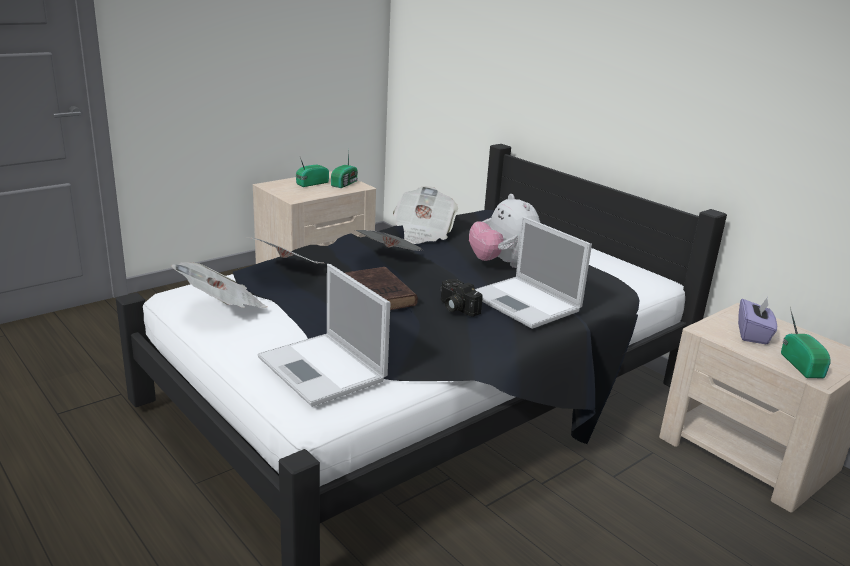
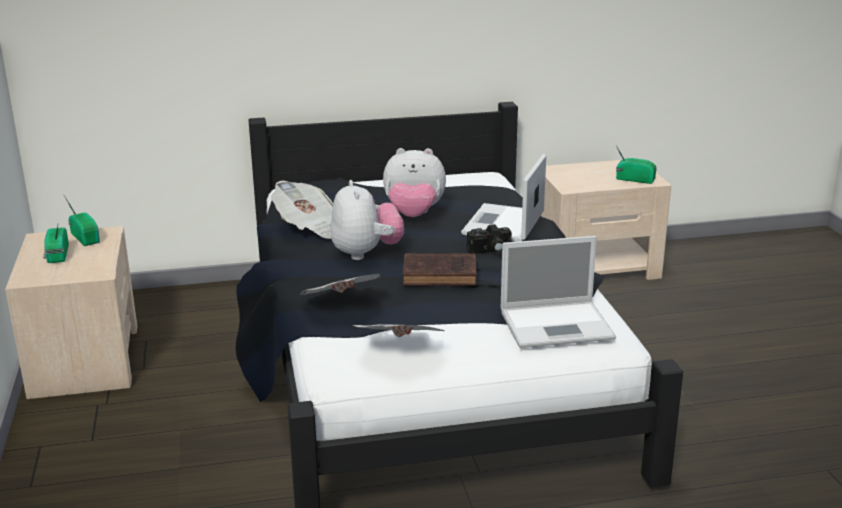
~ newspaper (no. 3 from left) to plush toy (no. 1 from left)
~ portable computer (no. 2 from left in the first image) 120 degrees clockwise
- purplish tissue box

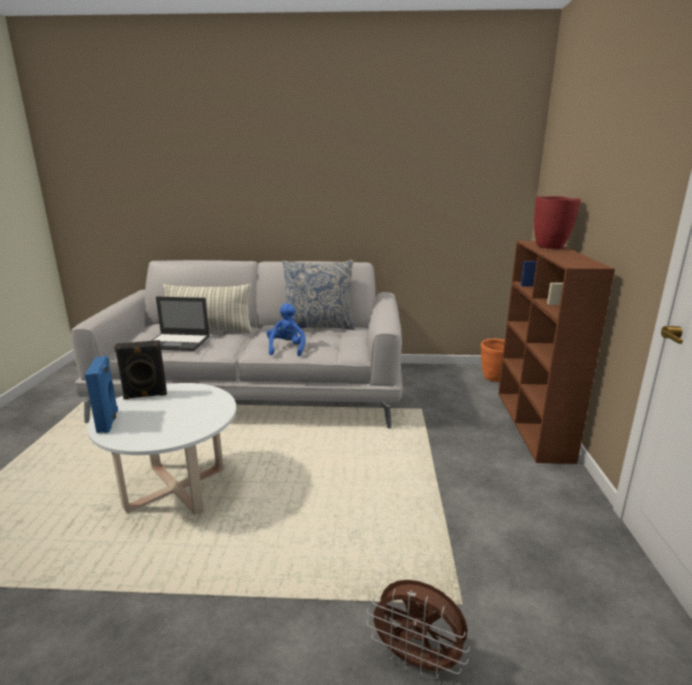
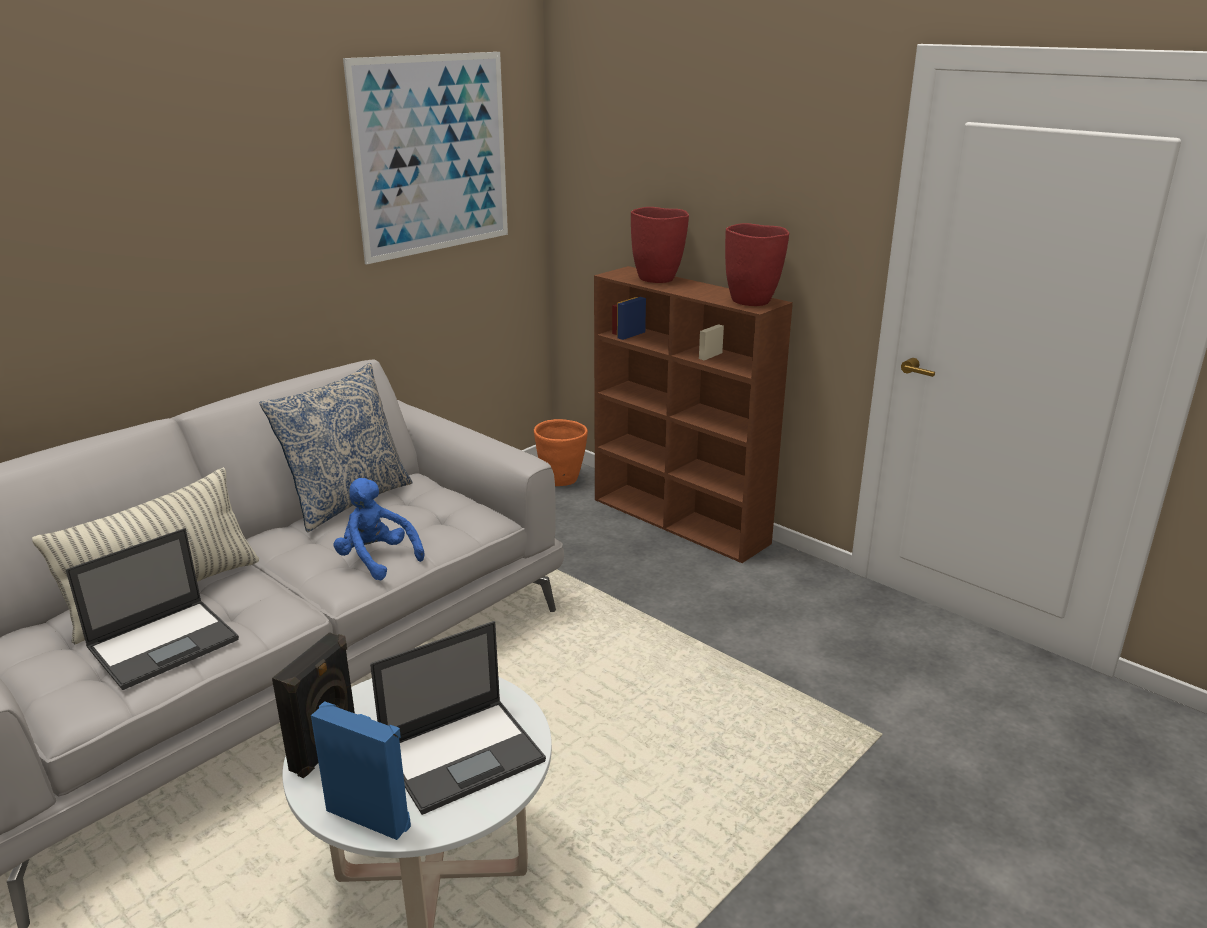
- brown cooling fan
+ wall picture
+ portable computer (no. 2 from left)
+ red vase (no. 2 from left)

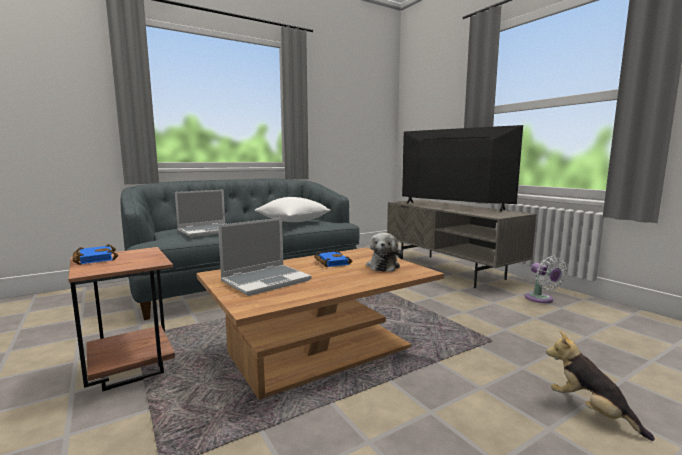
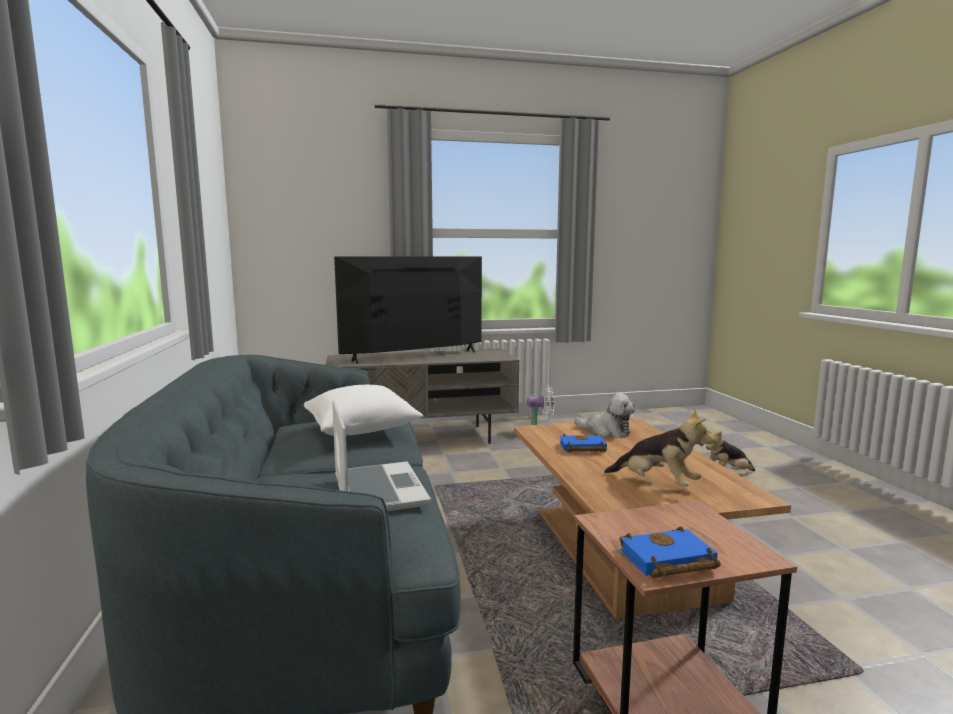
~ portable computer (no. 2 from left) to plush toy (no. 2 from left)

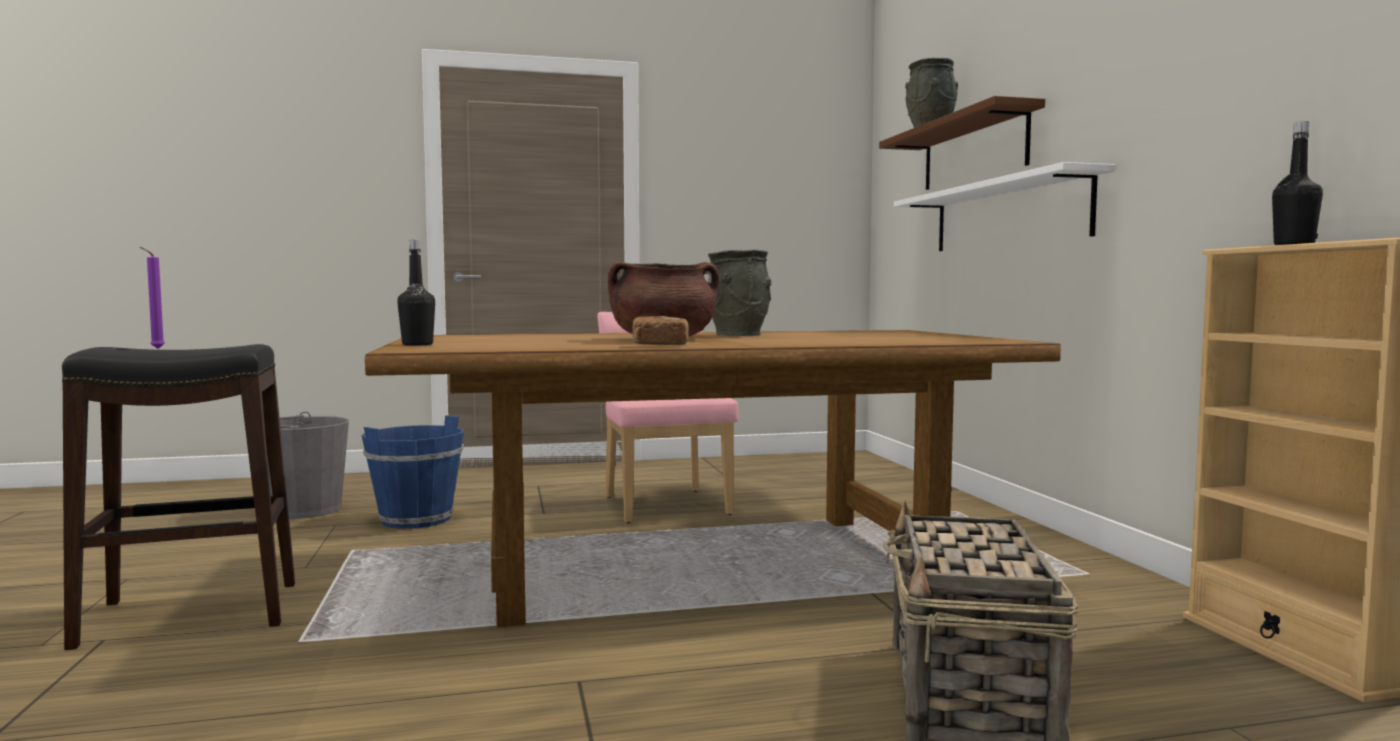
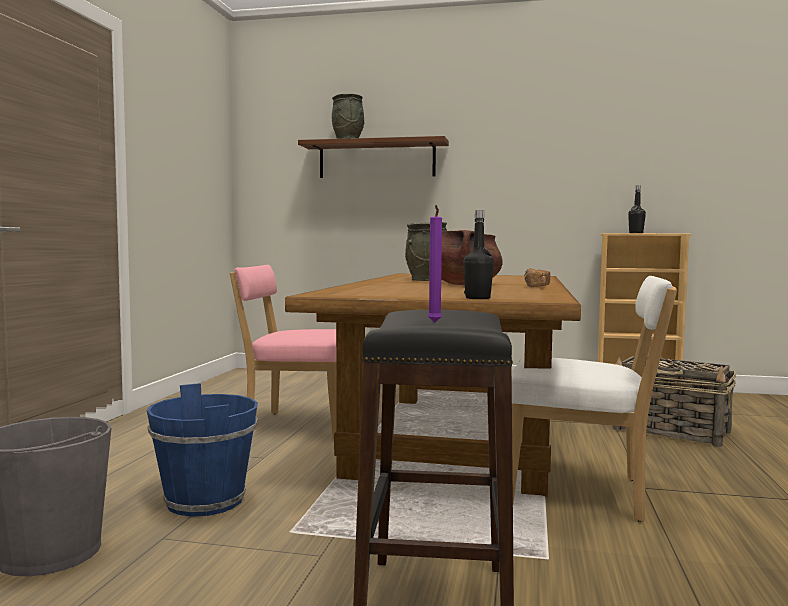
- whitish bracket shelf
+ whitish plain chair

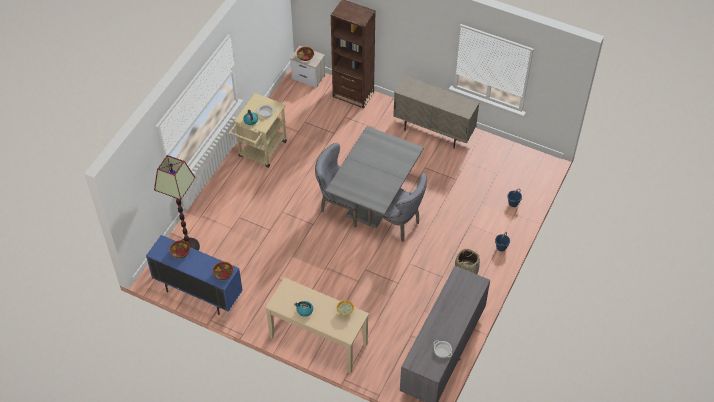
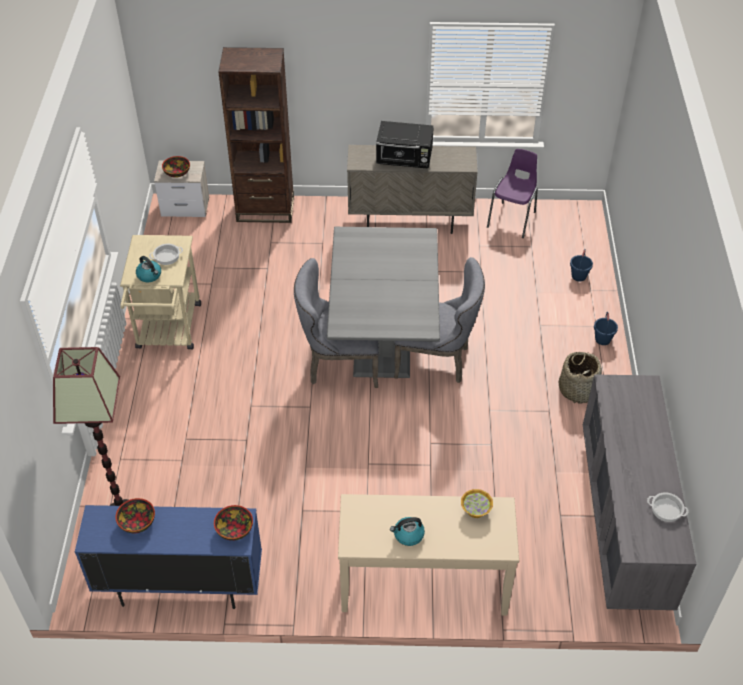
+ black-coloured kitchen microwave
+ purplish plain chair

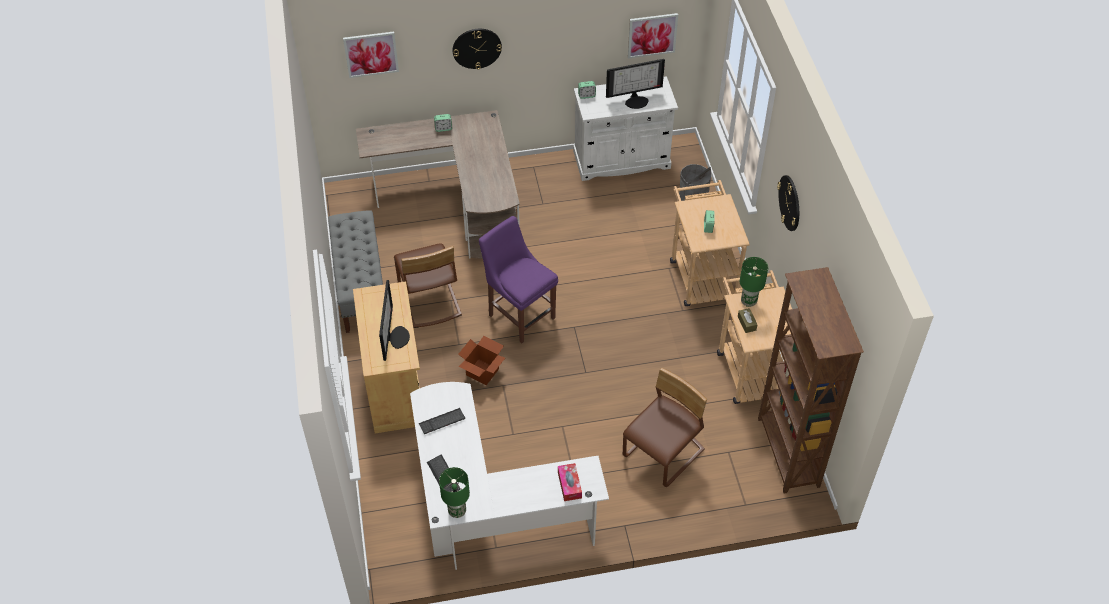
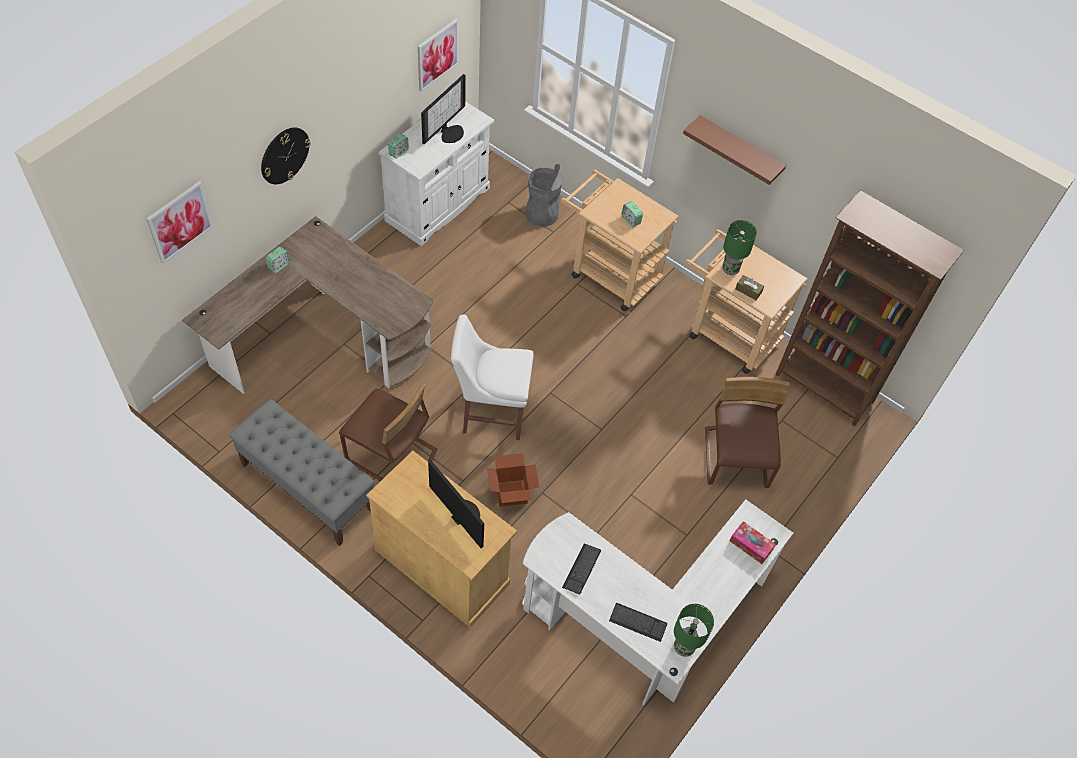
~ purplish plain chair to whitish plain chair
~ clock on the wall (no. 2 from left) to brown bracket shelf

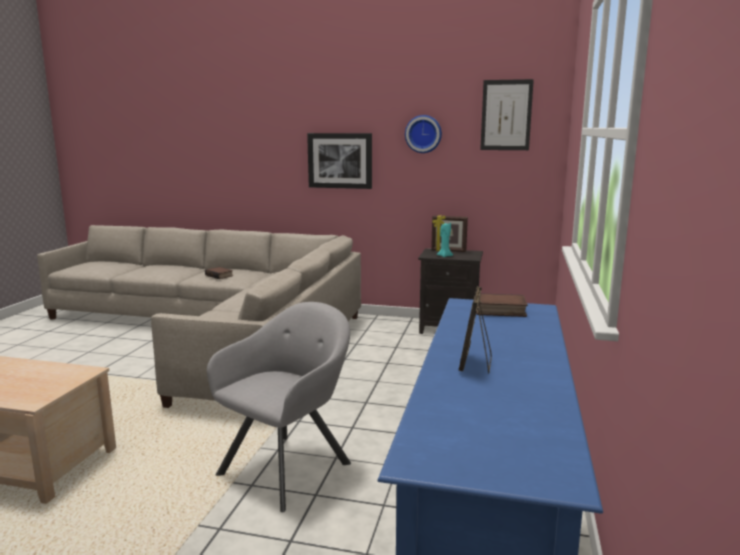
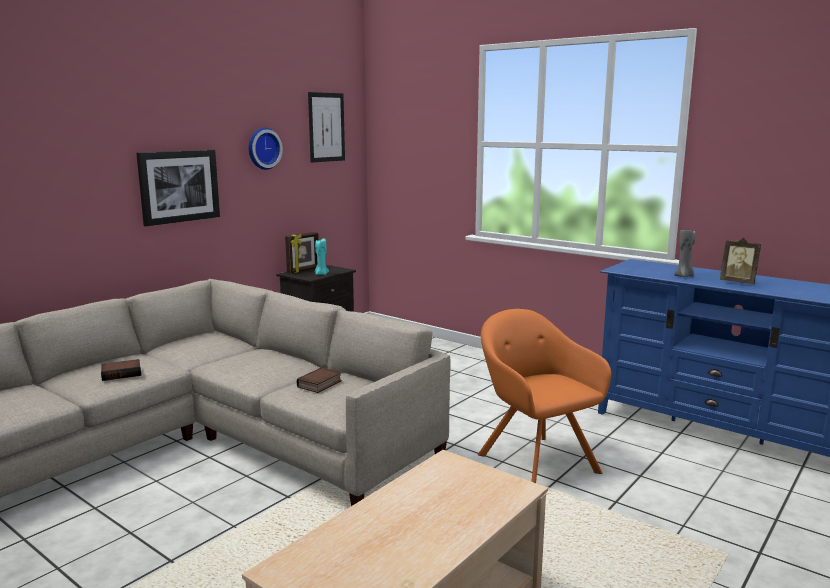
~ grey easy chair to orange-coloured easy chair
~ bound book (no. 2 from left)
+ grey wax candle

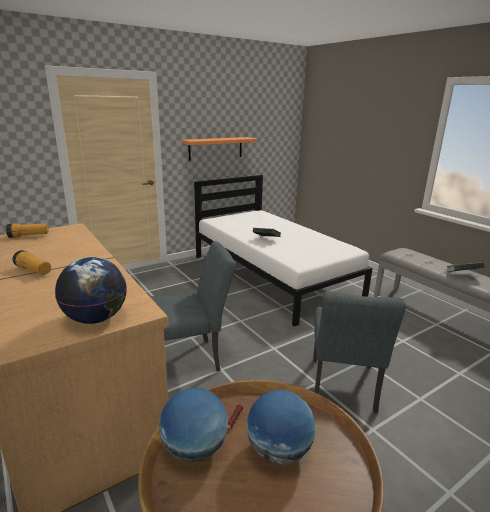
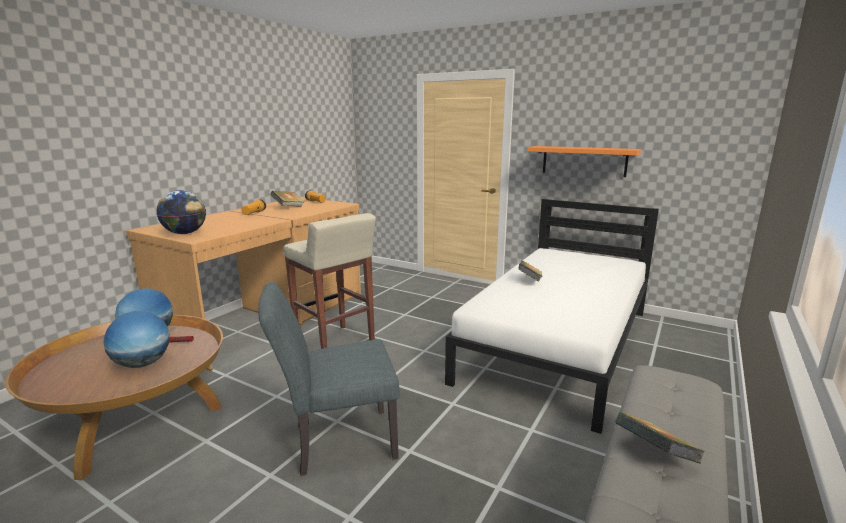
~ grey plain chair (no. 1 from left) to beige stool
+ bound book (no. 1 from left)

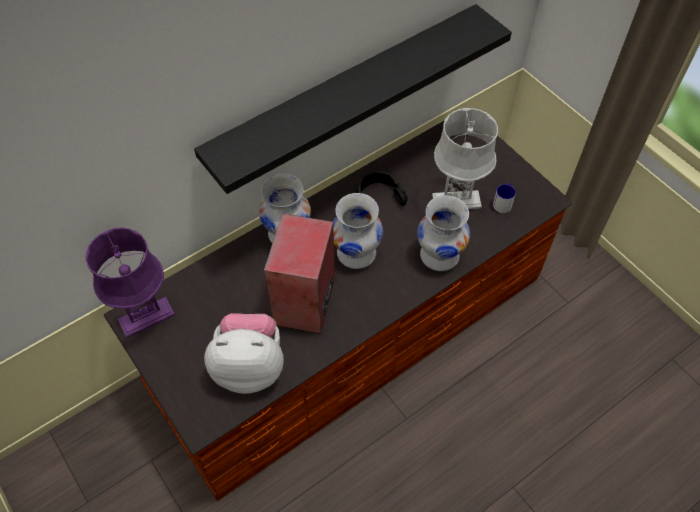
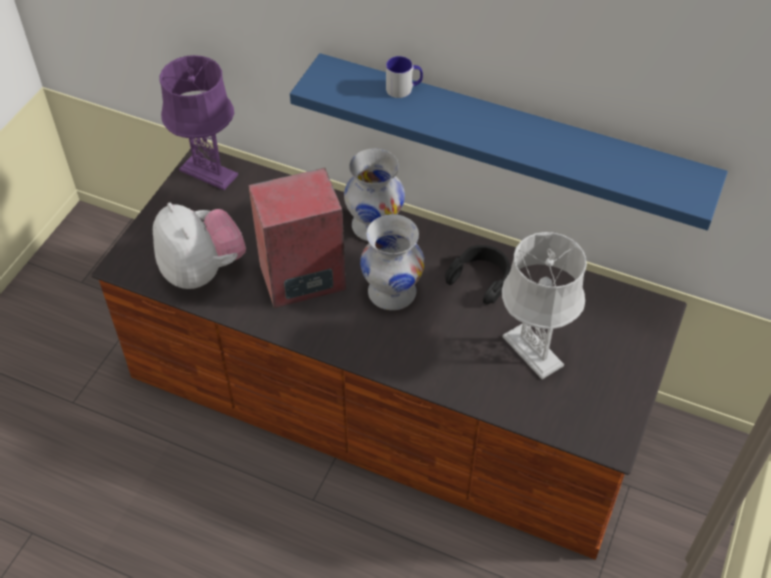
~ black-coloured bracket shelf to blue bracket shelf
- whitish vase (no. 3 from left)
~ mug

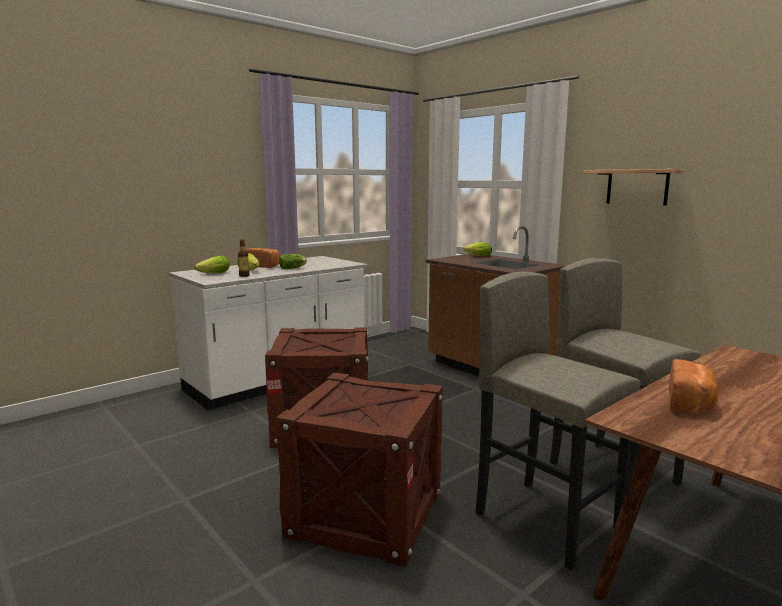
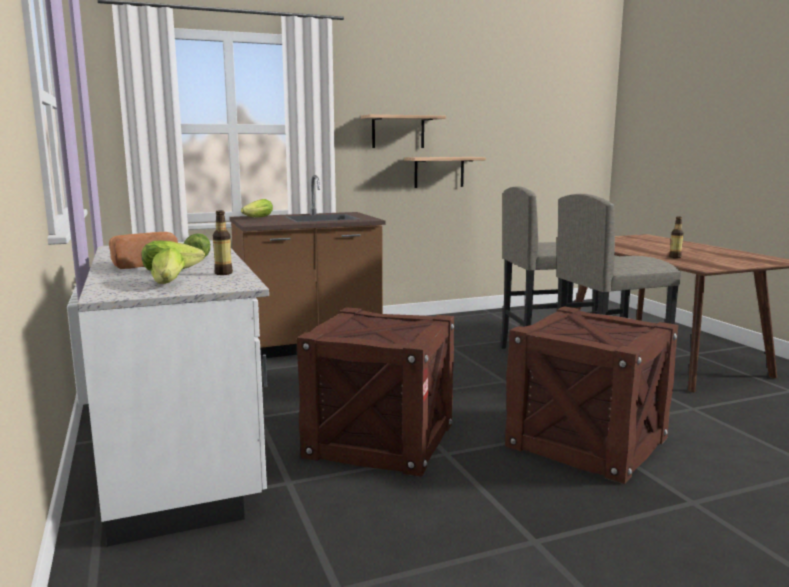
~ baked bread (no. 2 from left) to beverage bottle (no. 2 from left)
+ bracket shelf (no. 2 from left)

